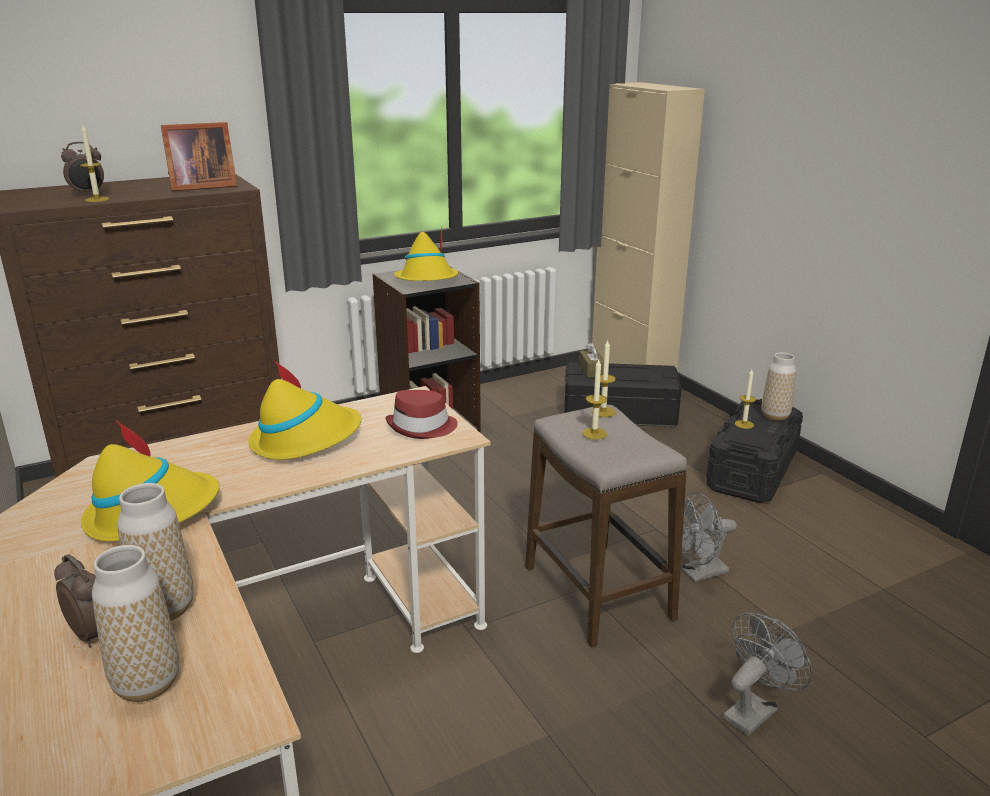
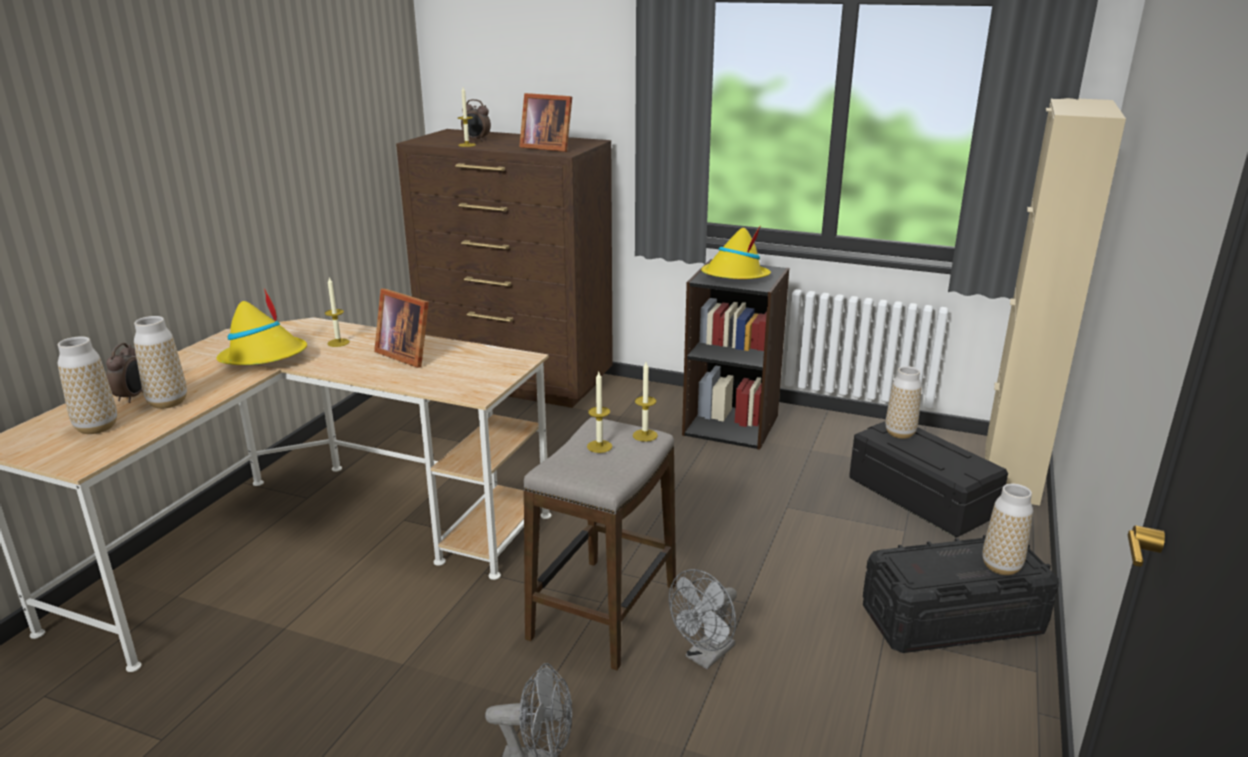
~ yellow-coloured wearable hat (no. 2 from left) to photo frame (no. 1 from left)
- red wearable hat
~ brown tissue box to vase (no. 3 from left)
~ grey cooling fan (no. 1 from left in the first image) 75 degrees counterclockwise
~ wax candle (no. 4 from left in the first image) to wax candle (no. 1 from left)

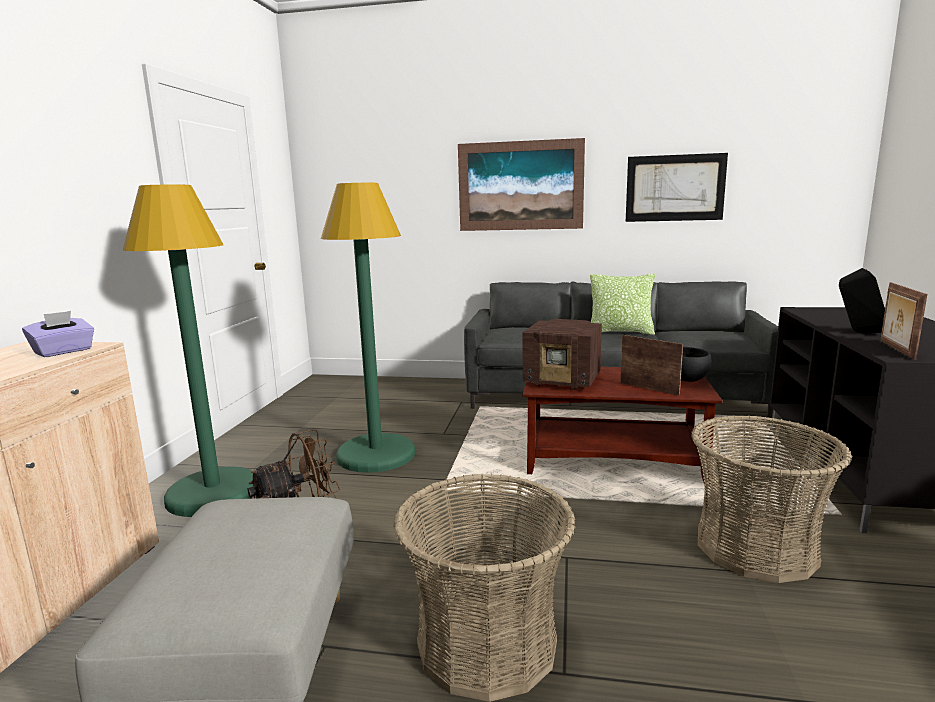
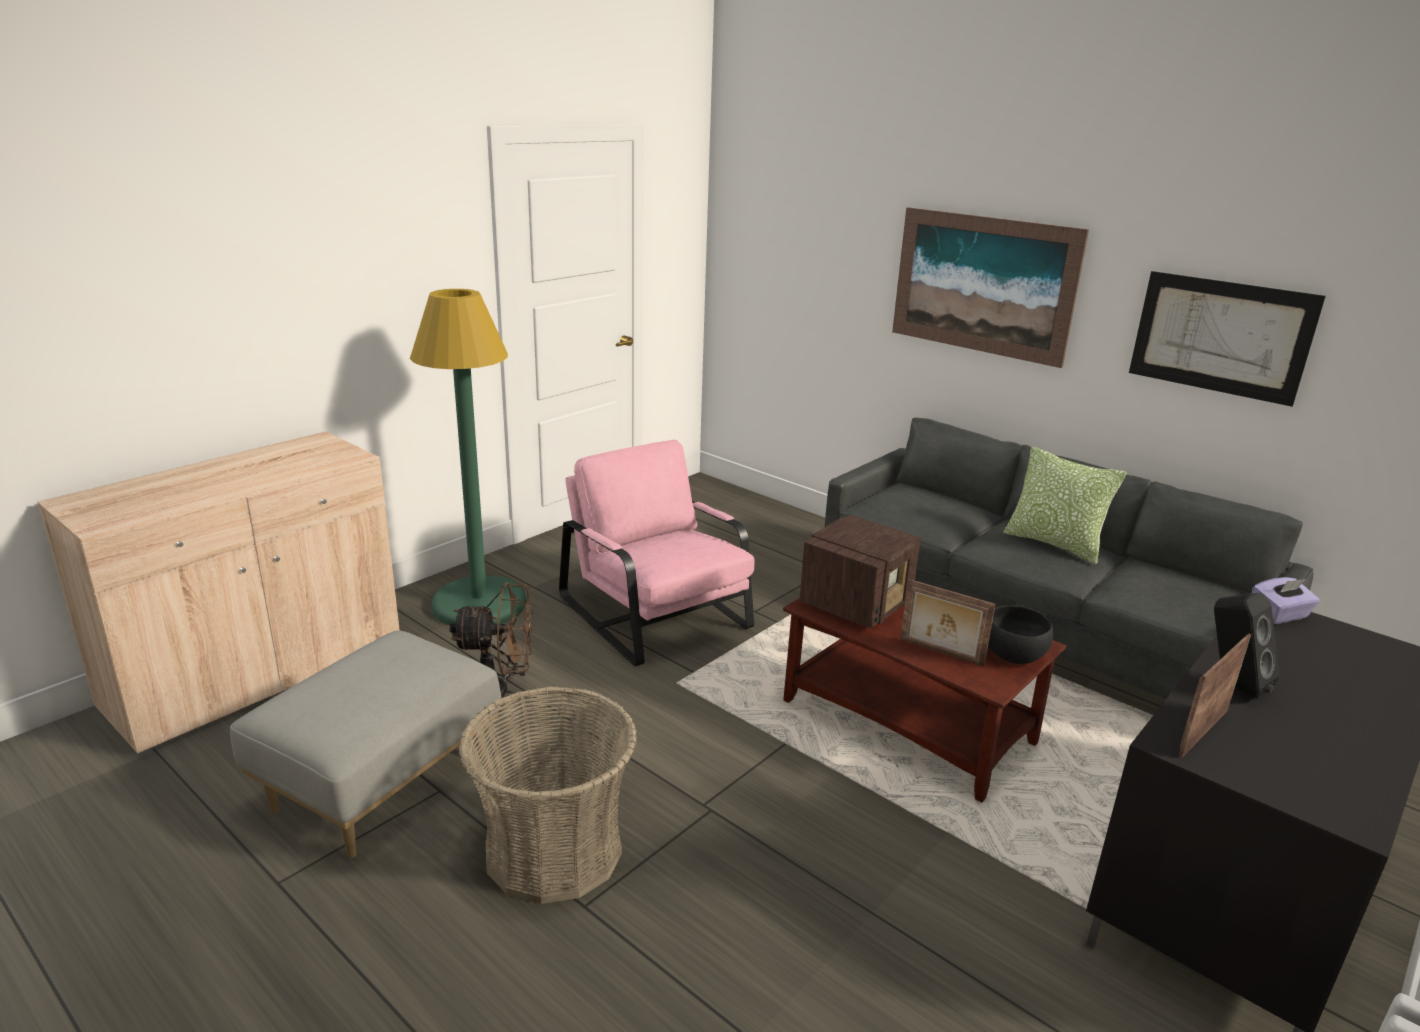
~ purplish tissue box
~ green-coloured floor lamp (no. 2 from left) to pink-coloured easy chair
~ radio receiver 105 degrees counterclockwise
~ photo frame (no. 1 from left) 135 degrees clockwise
- basket (no. 2 from left)

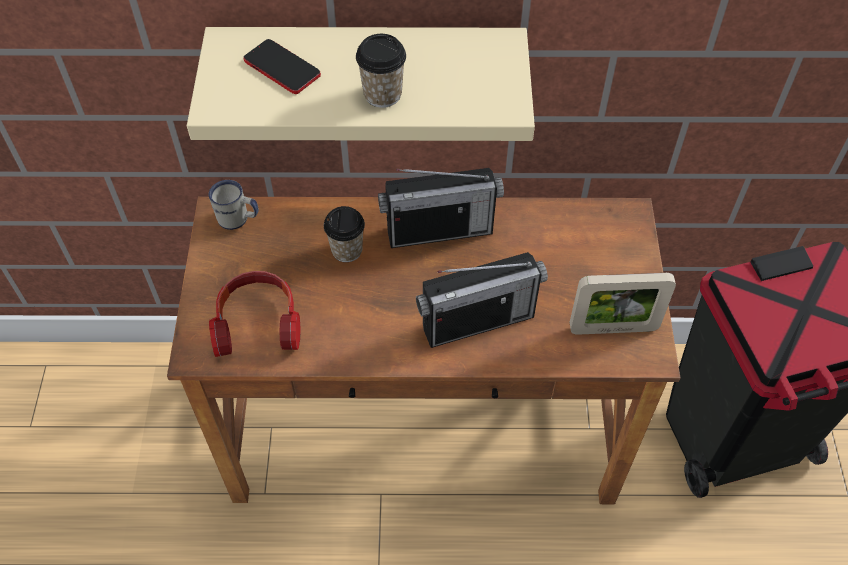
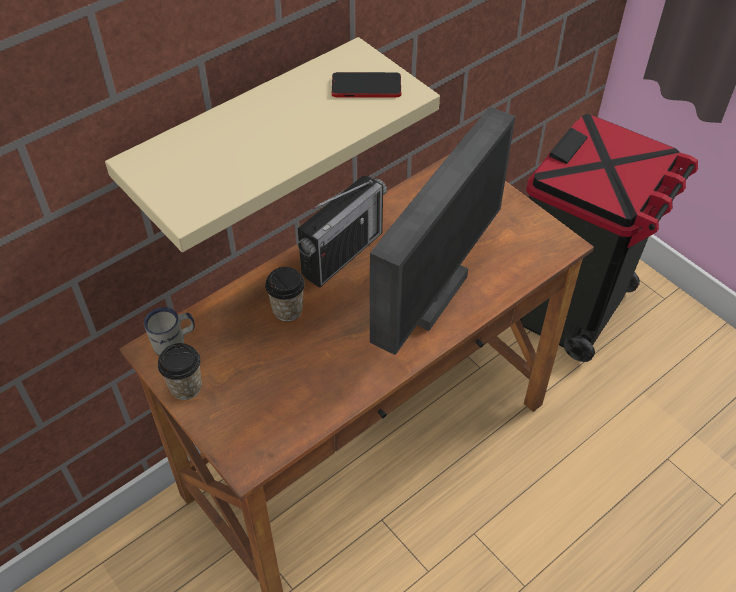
- pair of headphones
~ telephone
~ cup (no. 2 from left in the first image) to cup (no. 1 from left)
~ radio receiver (no. 2 from left) to monitor
- photo frame

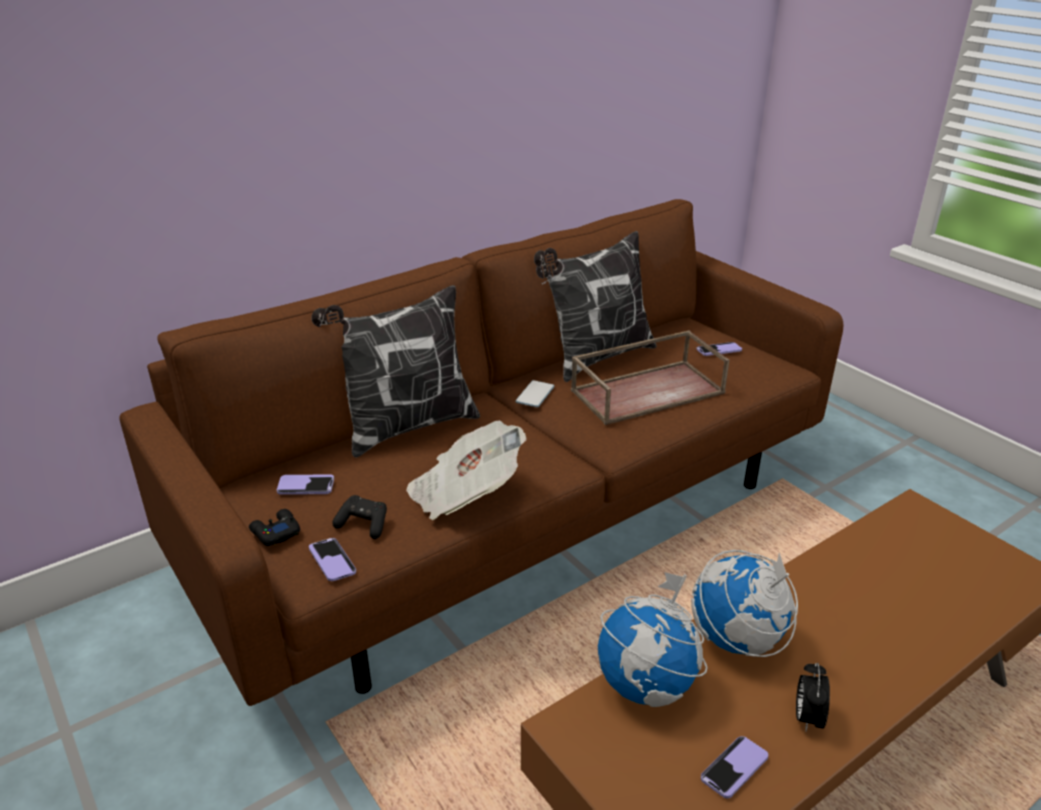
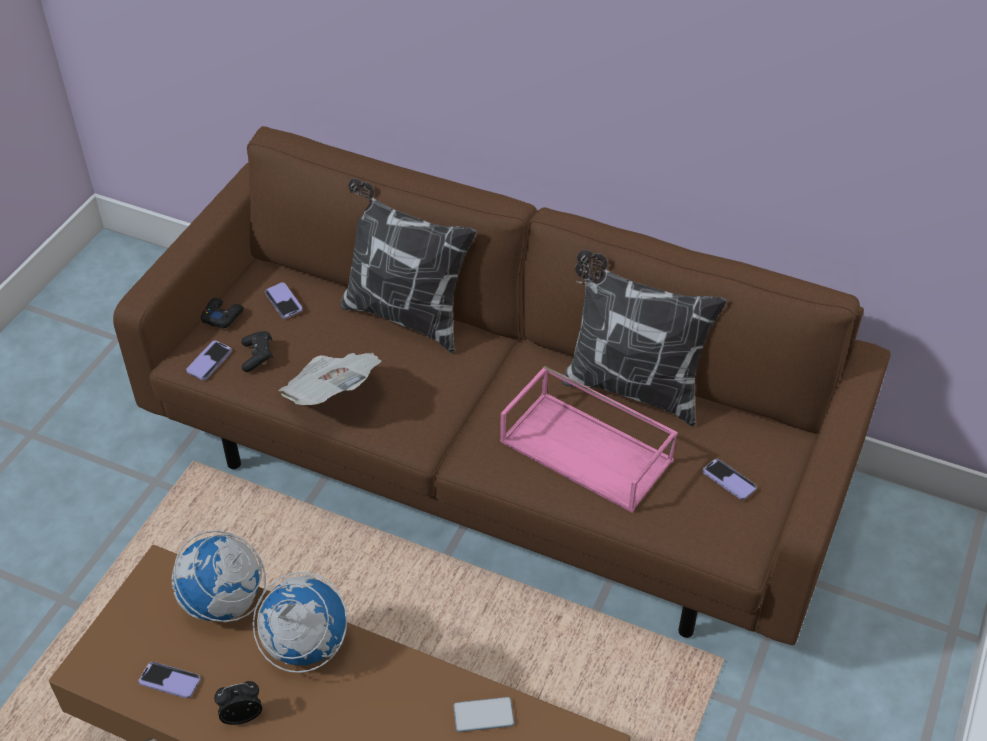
~ telephone (no. 3 from left in the first image) to telephone (no. 4 from left)
~ brown serving tray to pink-coloured serving tray

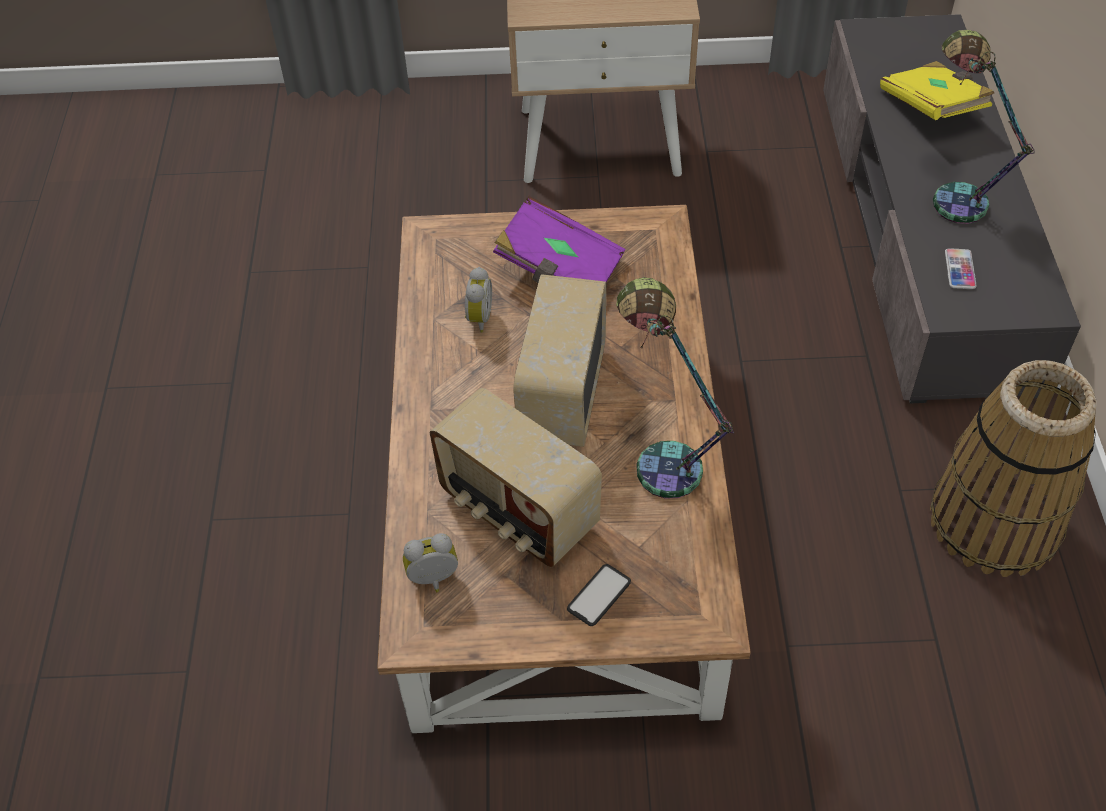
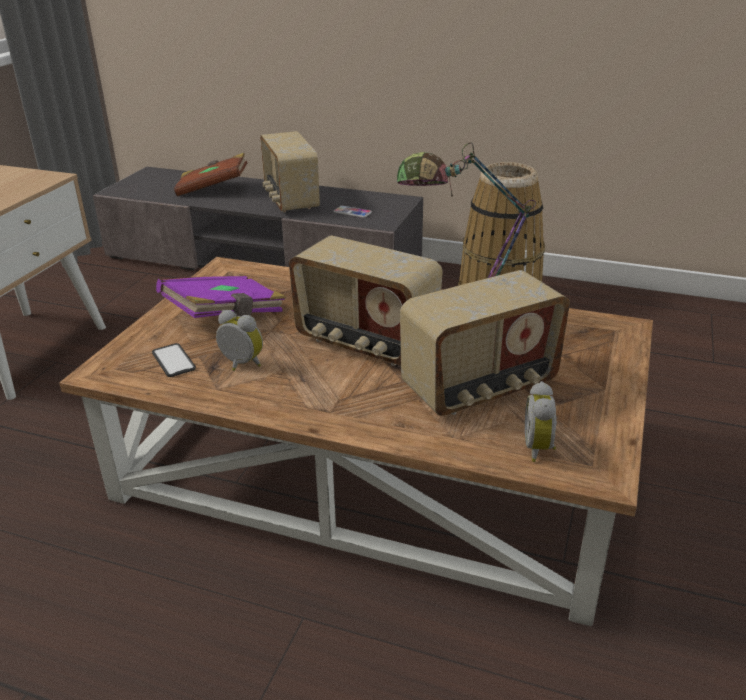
~ telephone (no. 1 from left)
~ yellow-coloured bound book to brown bound book
~ table lamp (no. 2 from left) to radio receiver (no. 1 from left)

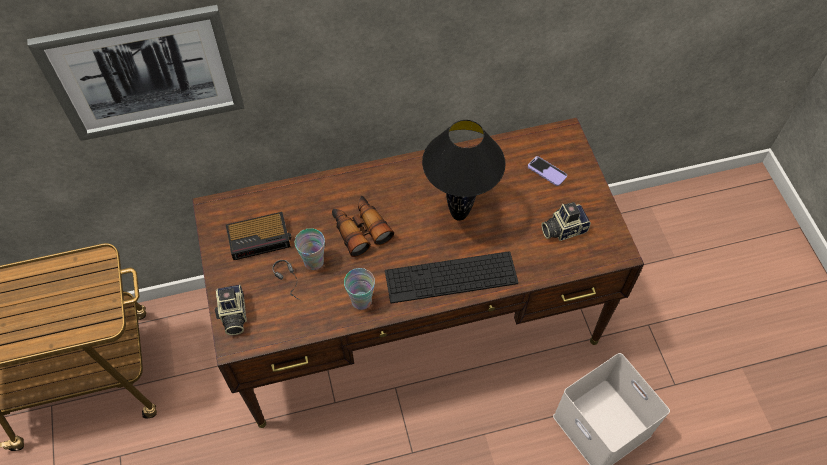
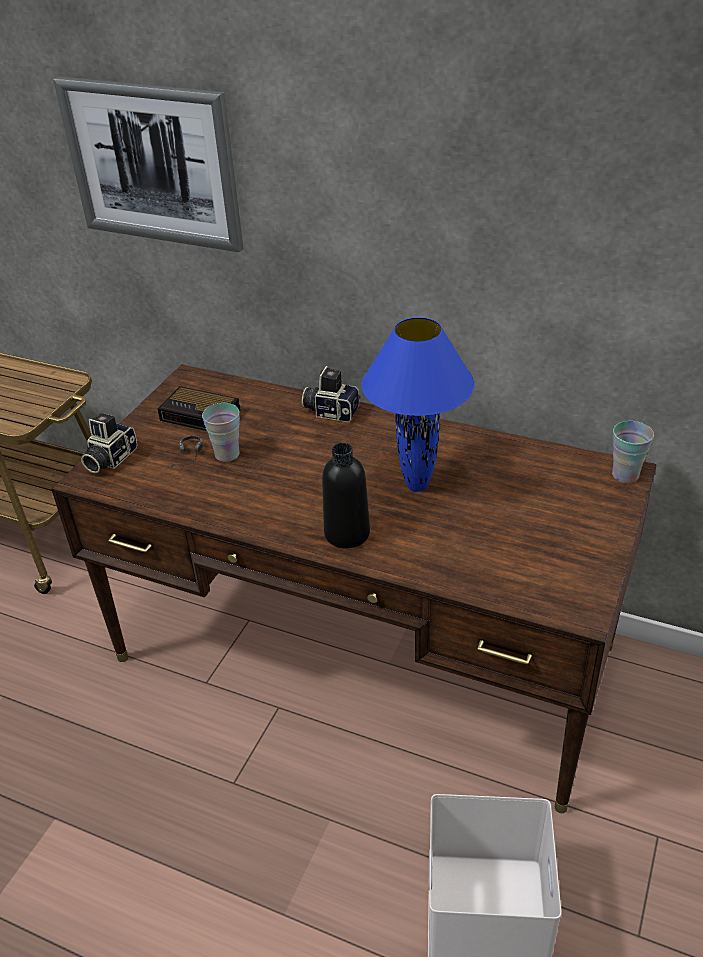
- binoculars
~ cup (no. 2 from left)
~ computer keyboard to black-coloured beverage bottle
~ black-coloured table lamp to blue table lamp
- telephone
~ photo camera (no. 2 from left)

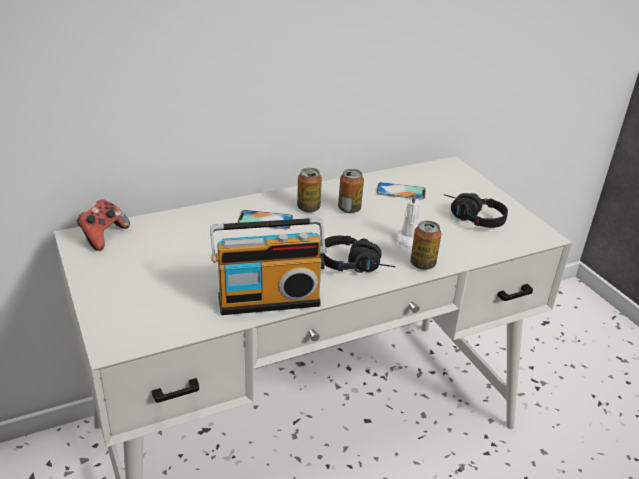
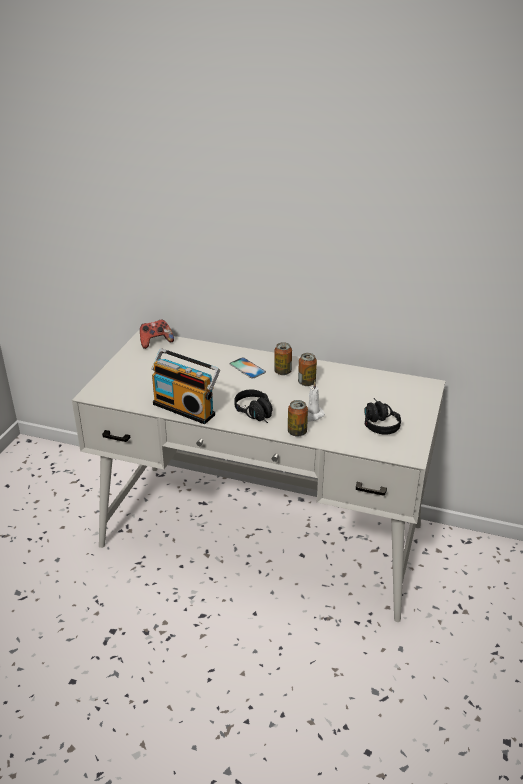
- telephone (no. 2 from left)

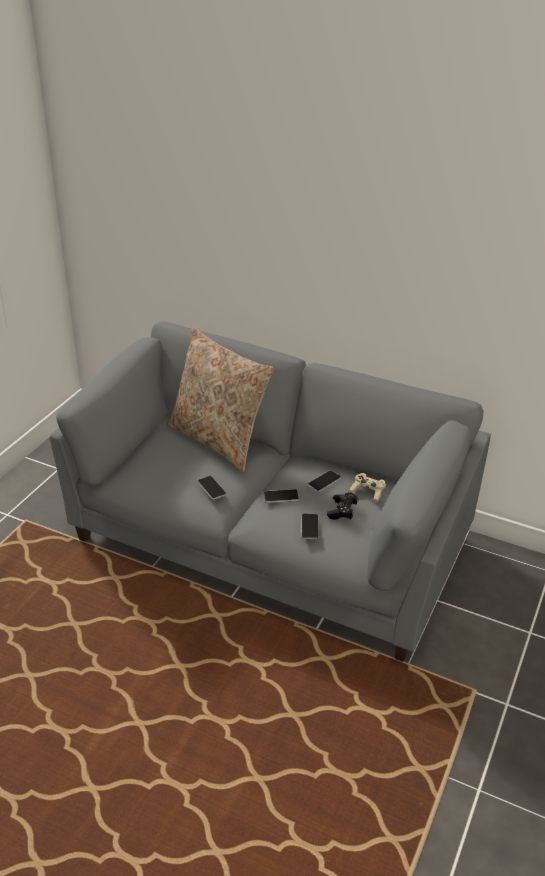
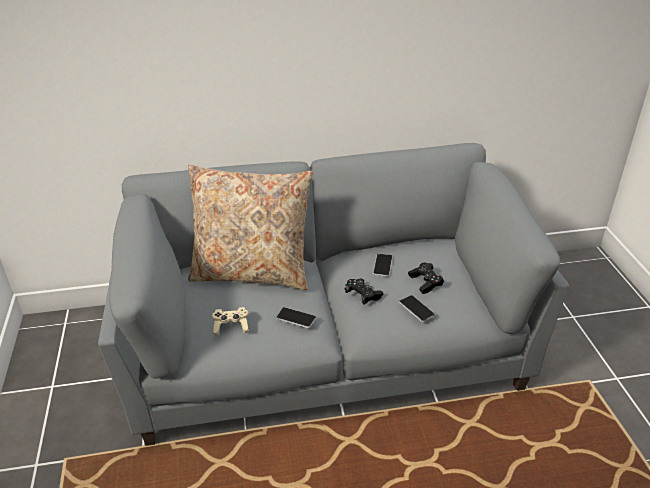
~ telephone (no. 2 from left) to black-coloured gamepad (no. 1 from left)
~ beige gamepad

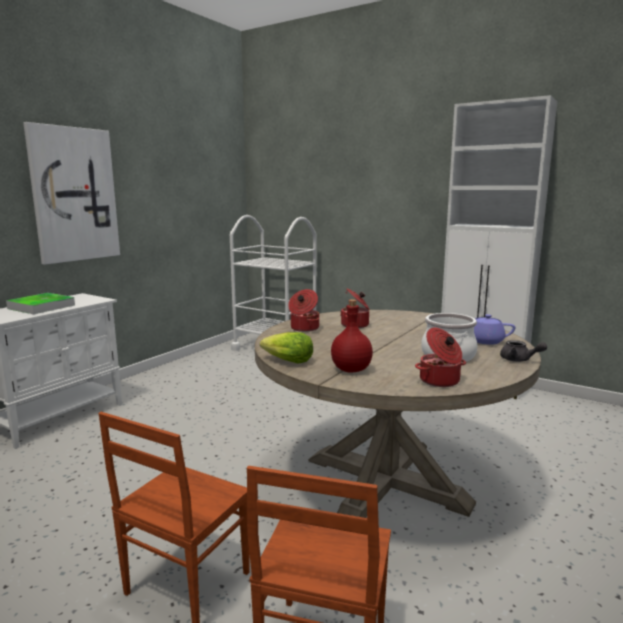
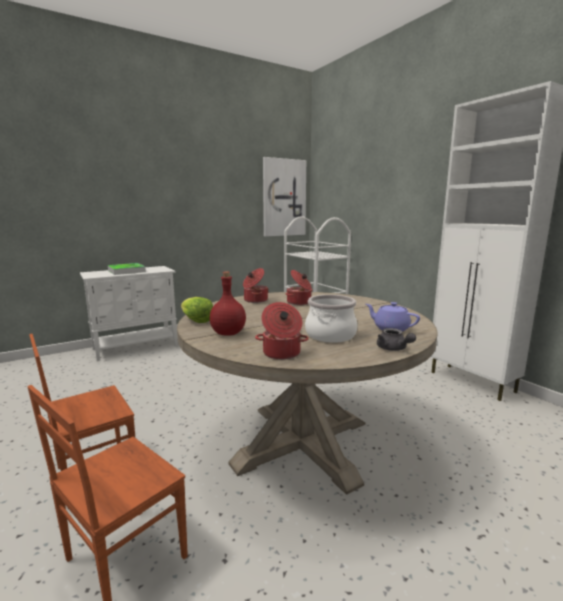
~ wall picture

